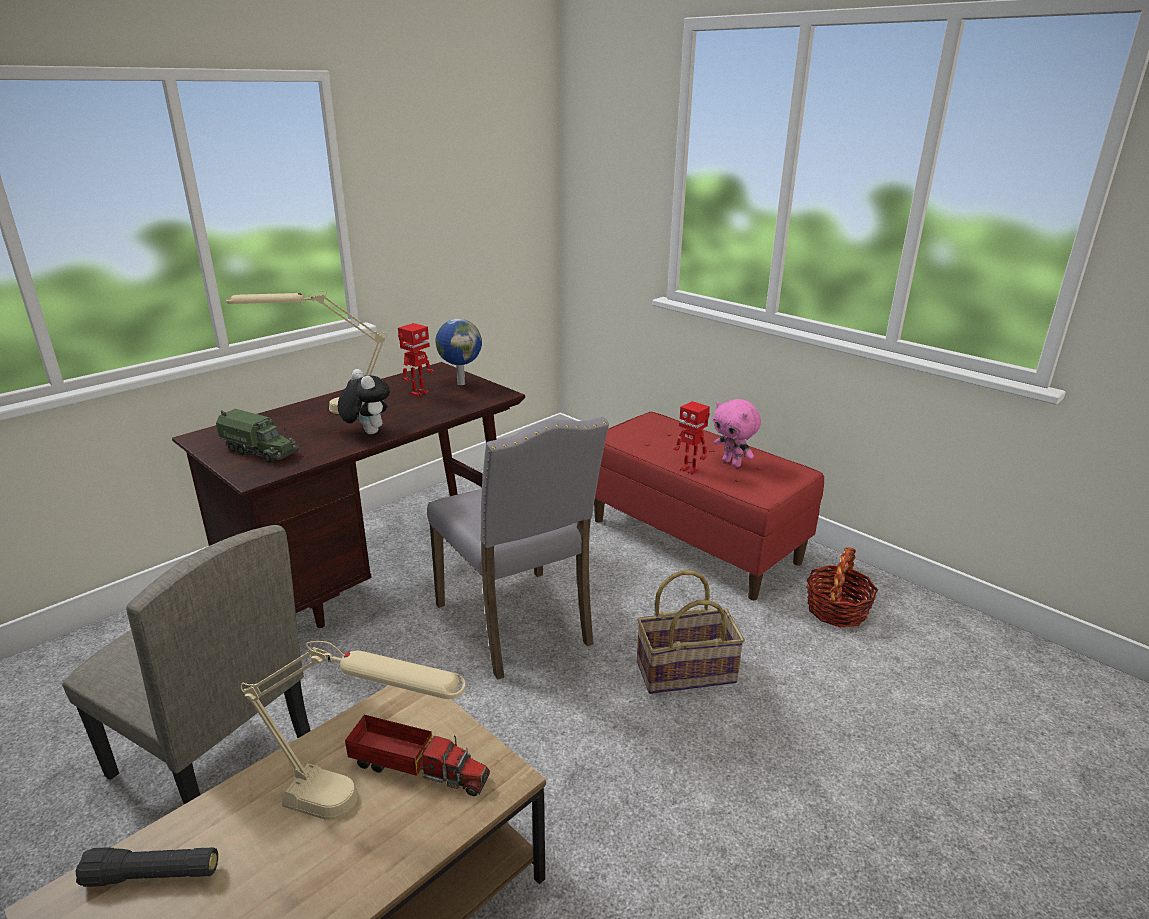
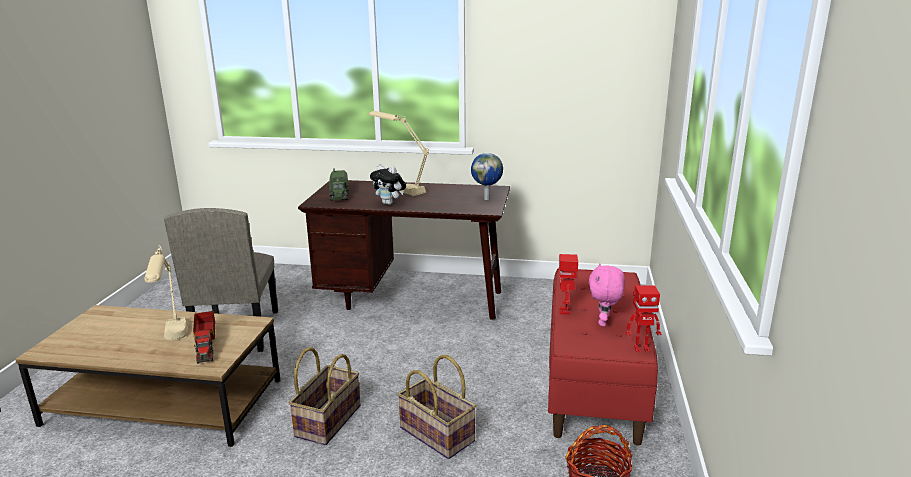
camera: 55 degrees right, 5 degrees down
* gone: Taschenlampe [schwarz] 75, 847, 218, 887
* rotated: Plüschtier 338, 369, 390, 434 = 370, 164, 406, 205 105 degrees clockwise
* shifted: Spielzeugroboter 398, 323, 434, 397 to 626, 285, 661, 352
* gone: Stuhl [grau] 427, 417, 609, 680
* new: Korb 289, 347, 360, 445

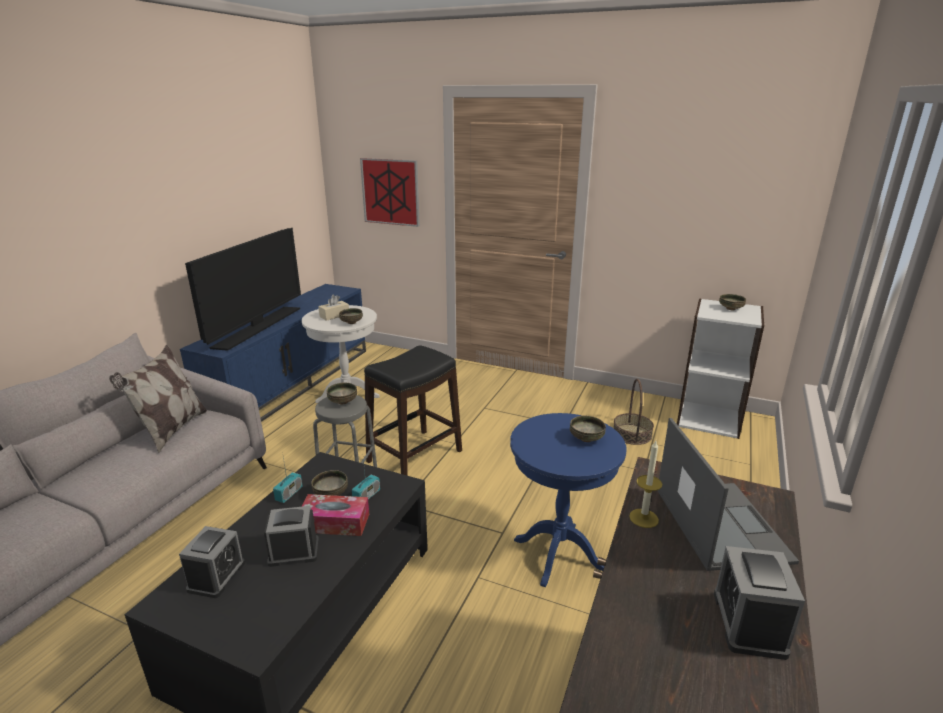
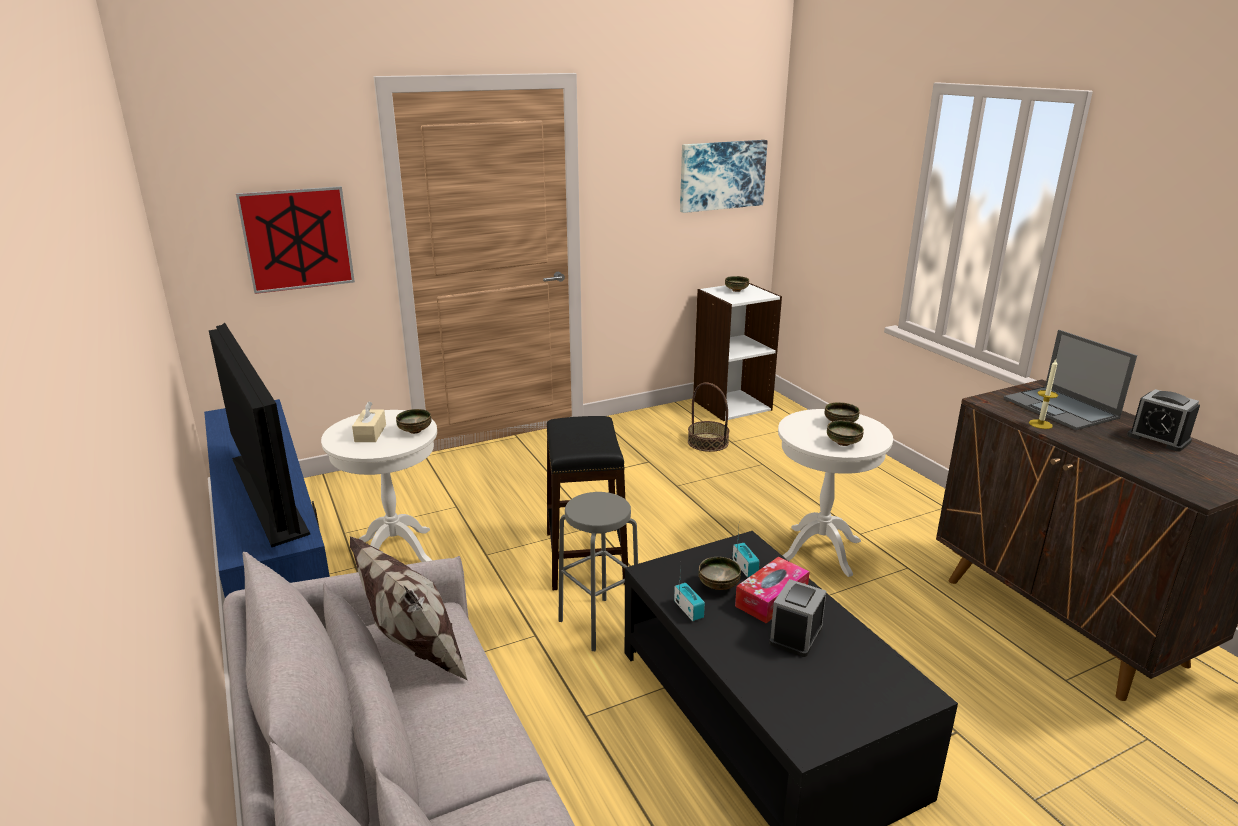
camera: 50 degrees left, 0 degrees up
* gone: Wecker 179, 526, 245, 598
* shifted: Schüssel 327, 383, 357, 405 to 827, 420, 864, 446
* repainted: Beistelltisch [blau] 510, 413, 626, 587 to Beistelltisch [weiß] 778, 409, 893, 577
* rotated: Laptop 657, 418, 799, 571 = 1004, 330, 1137, 430 150 degrees counterclockwise
* new: Bild 680, 140, 768, 213

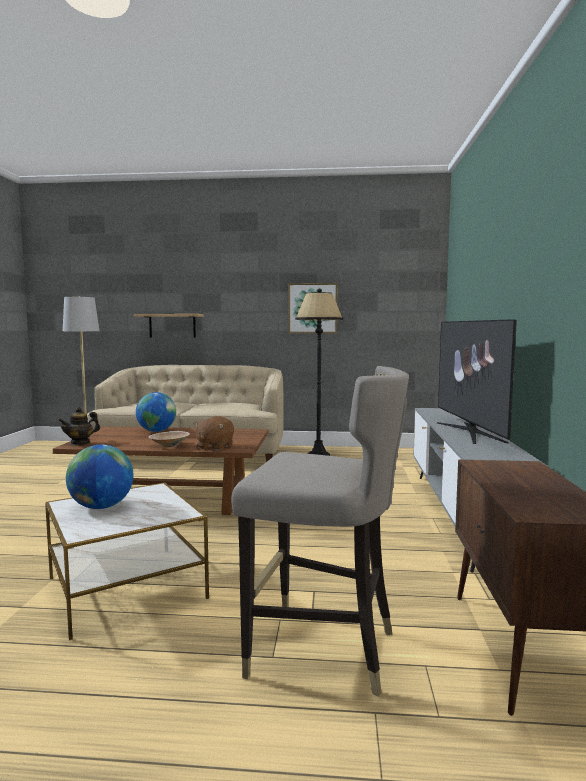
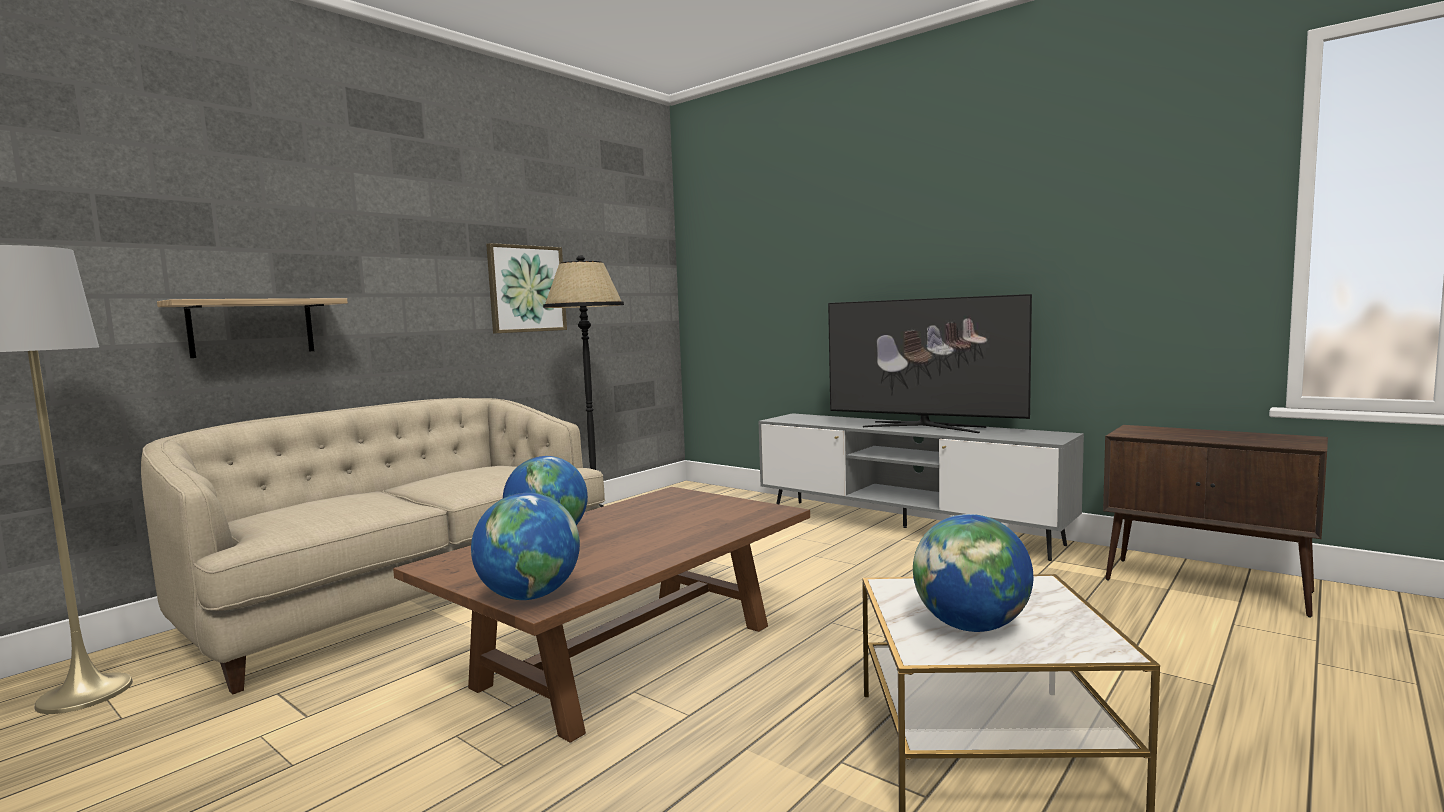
camera: 55 degrees left, 0 degrees up
* swapped: Teekanne 58, 407, 100, 445 to Globus 471, 493, 580, 600
* gone: Schüssel [beige] 149, 431, 190, 447
* gone: Plüschtier [braun] 193, 416, 234, 450
* gone: Hocker [grau] 231, 366, 409, 697

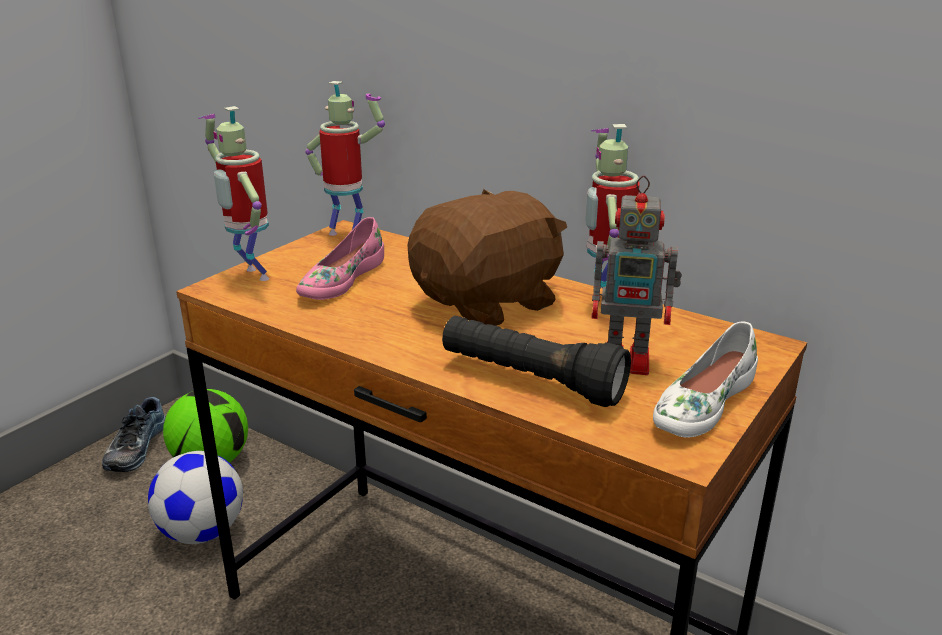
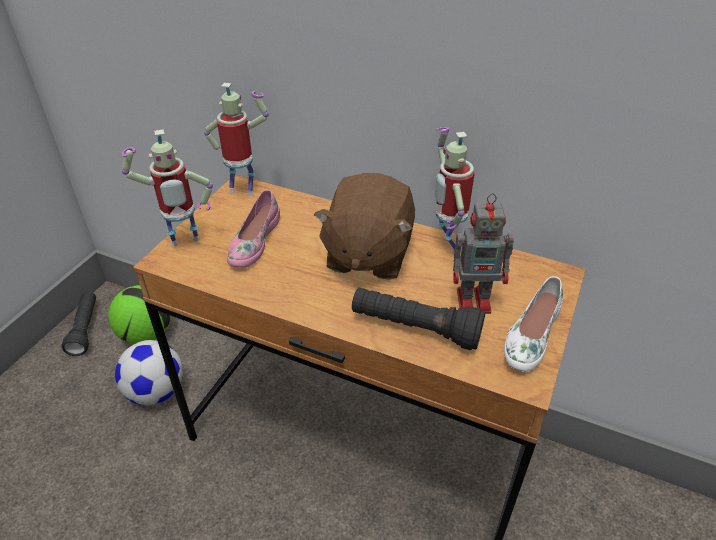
camera: 10 degrees left, 15 degrees up
* swapped: Schuh 102, 397, 166, 472 to Taschenlampe [schwarz] 61, 292, 96, 356
* rotated: Spielzeugroboter 198, 106, 269, 281 = 122, 129, 213, 246 60 degrees counterclockwise
* rotated: Plüschtier [braun] 408, 189, 567, 326 = 314, 173, 415, 280 150 degrees clockwise

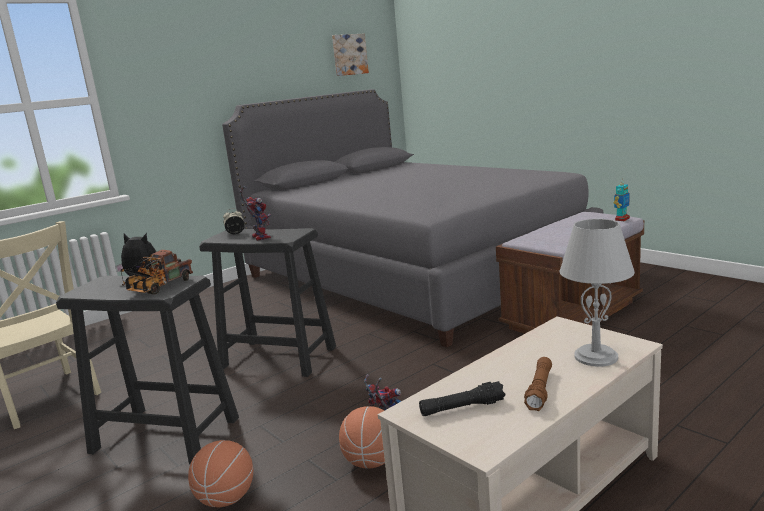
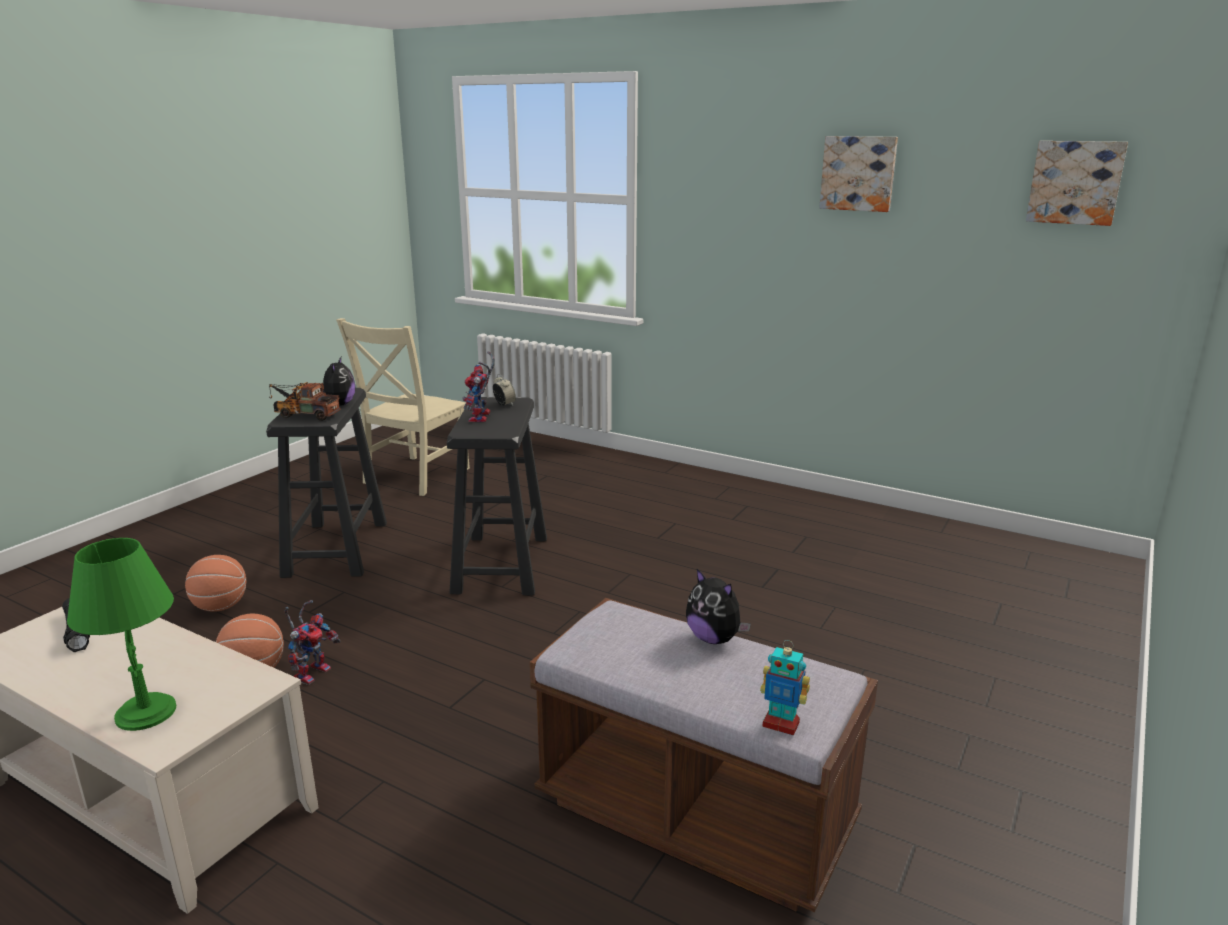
camera: 70 degrees right, 5 degrees up
* gone: Bett [grau] 222, 89, 604, 347
* rotated: Spielzeugroboter 240, 186, 271, 241 = 462, 351, 494, 422 135 degrees clockwise
* gone: Taschenlampe [braun] 524, 357, 552, 411
* repainted: Tischlampe [grau] 559, 219, 635, 367 to Tischlampe [grün] 67, 538, 176, 731
* new: Plüschtier 686, 569, 751, 644
* new: Bild 819, 136, 898, 212

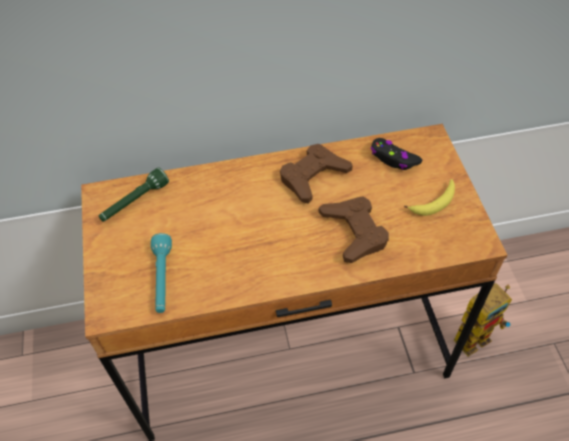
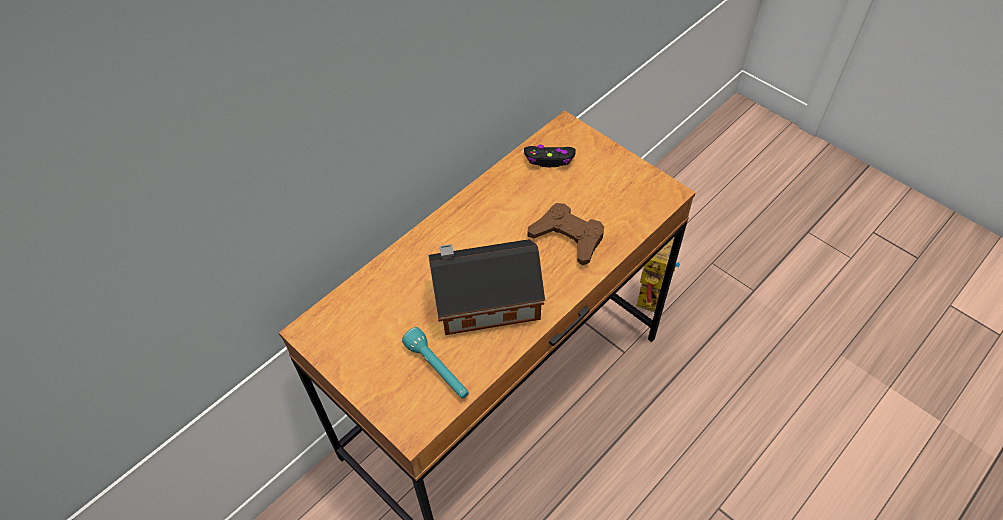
camera: 35 degrees left, 0 degrees up
* gone: Taschenlampe [grün] 99, 168, 169, 222
* gone: Gamepad [braun] 280, 144, 353, 204
* gone: Banane 404, 179, 455, 216
* new: Spielzeughaus 428, 239, 545, 335

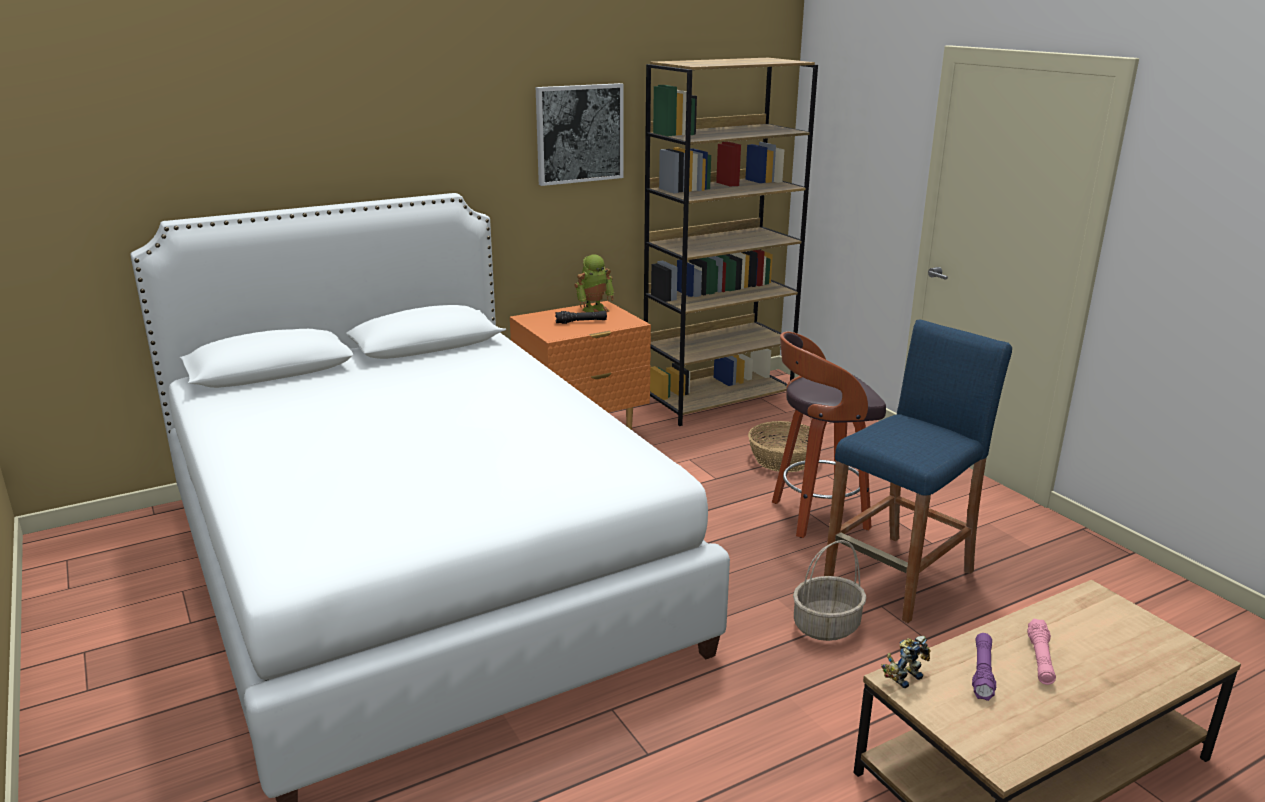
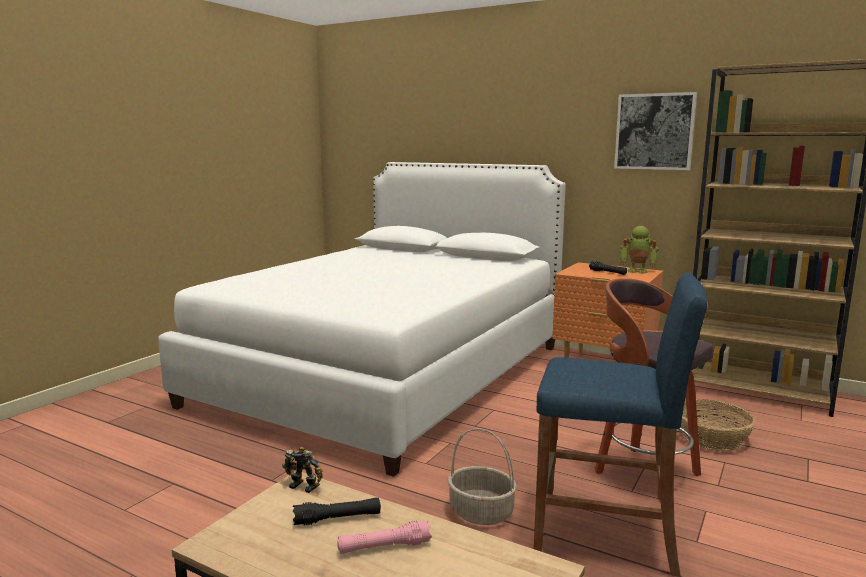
camera: 60 degrees right, 10 degrees down
* repainted: Taschenlampe [lila] 972, 633, 996, 701 to Taschenlampe [schwarz] 293, 498, 381, 525

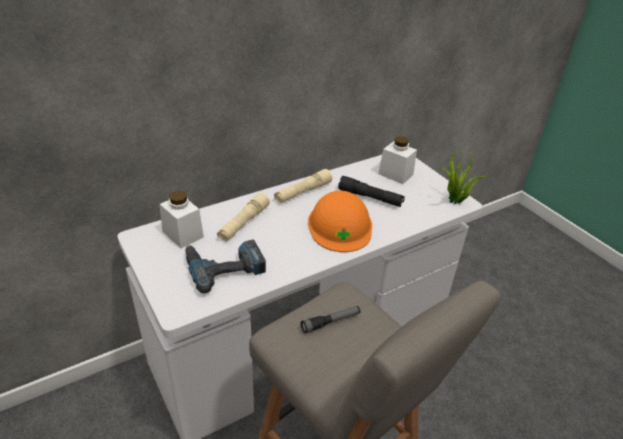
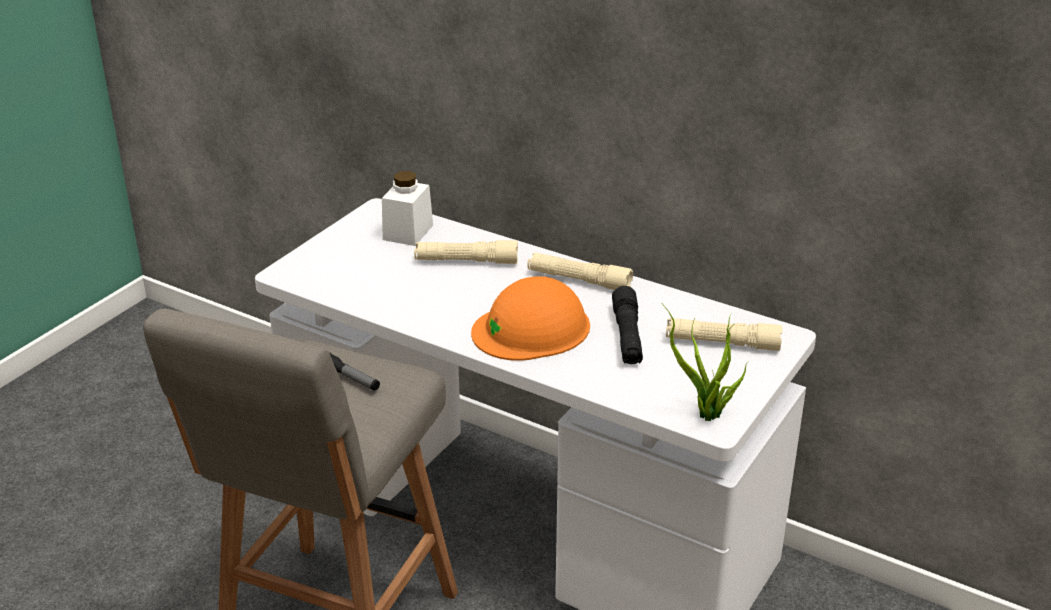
camera: 65 degrees right, 5 degrees down
* gone: Bohrmaschine 185, 240, 266, 293
* swapped: Vorratsglas [weiß] 378, 136, 417, 184 to Taschenlampe [beige] 666, 318, 782, 351

